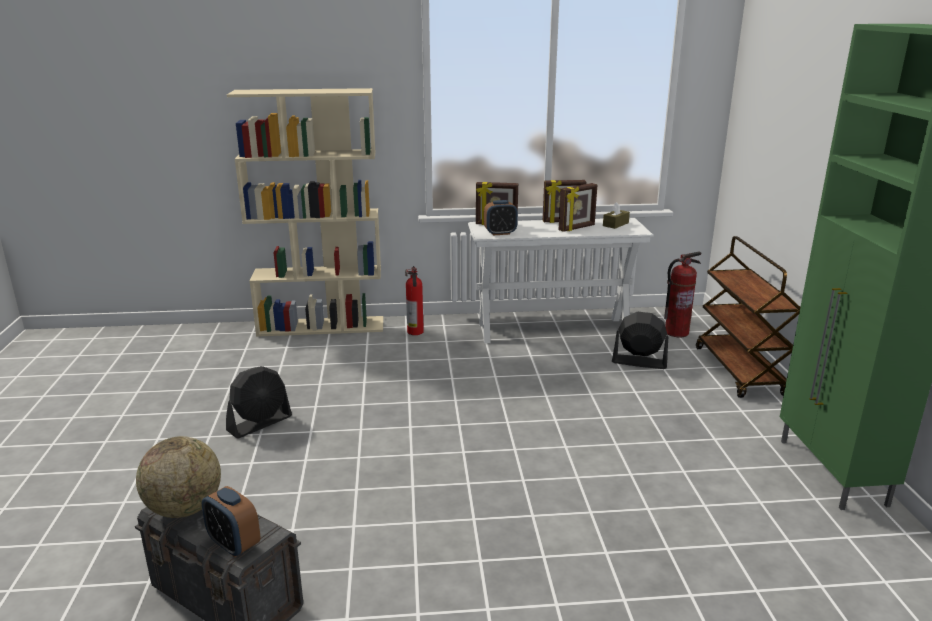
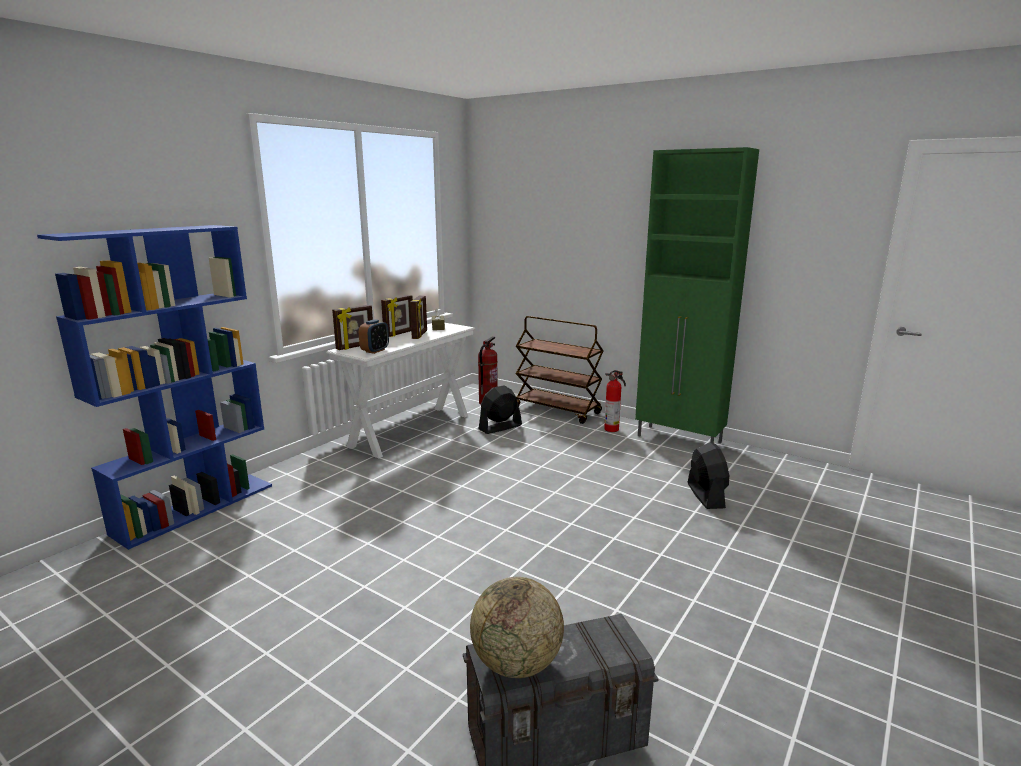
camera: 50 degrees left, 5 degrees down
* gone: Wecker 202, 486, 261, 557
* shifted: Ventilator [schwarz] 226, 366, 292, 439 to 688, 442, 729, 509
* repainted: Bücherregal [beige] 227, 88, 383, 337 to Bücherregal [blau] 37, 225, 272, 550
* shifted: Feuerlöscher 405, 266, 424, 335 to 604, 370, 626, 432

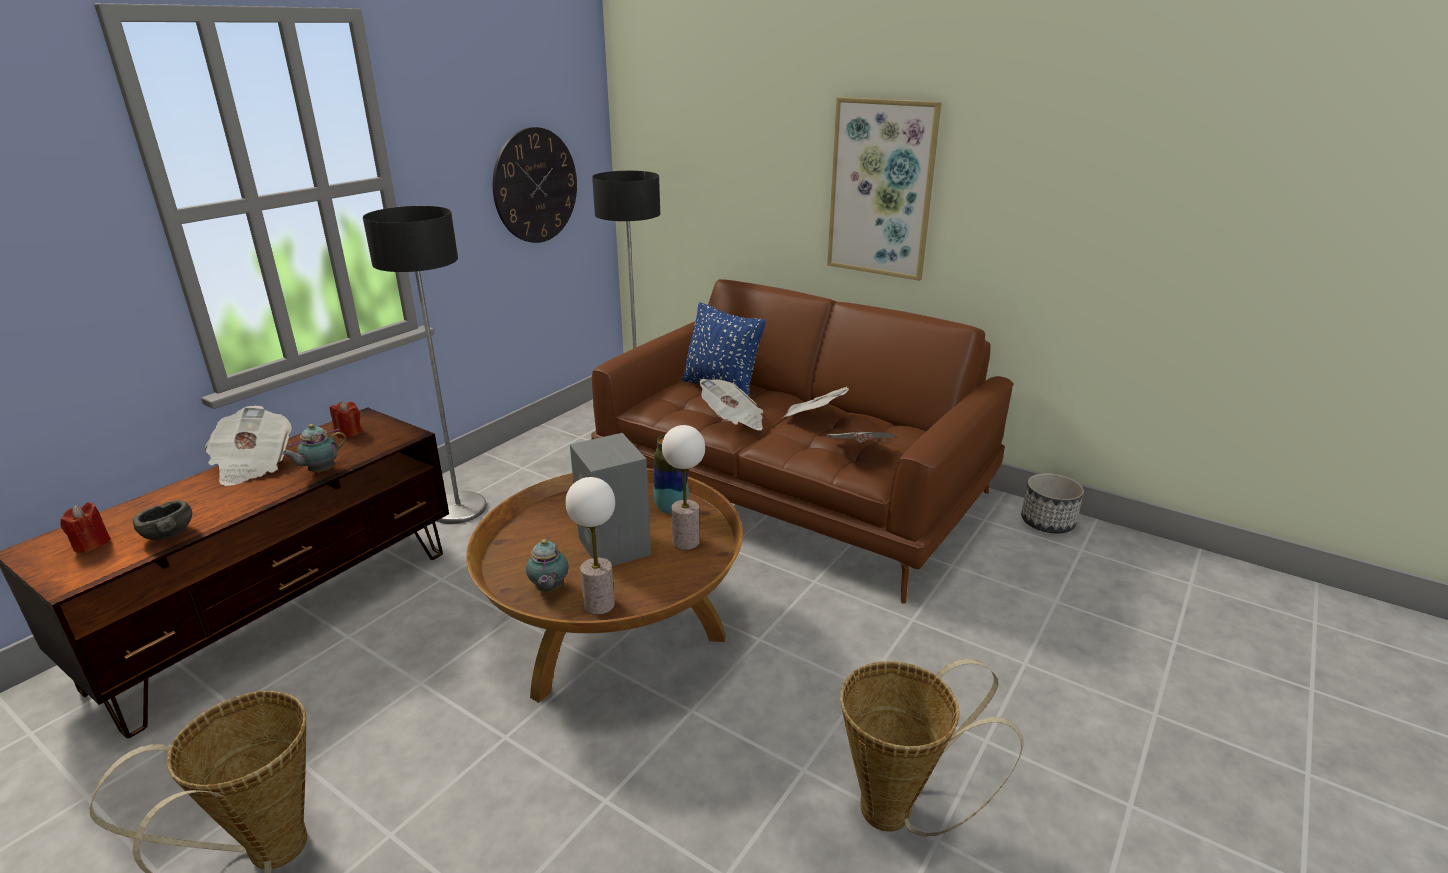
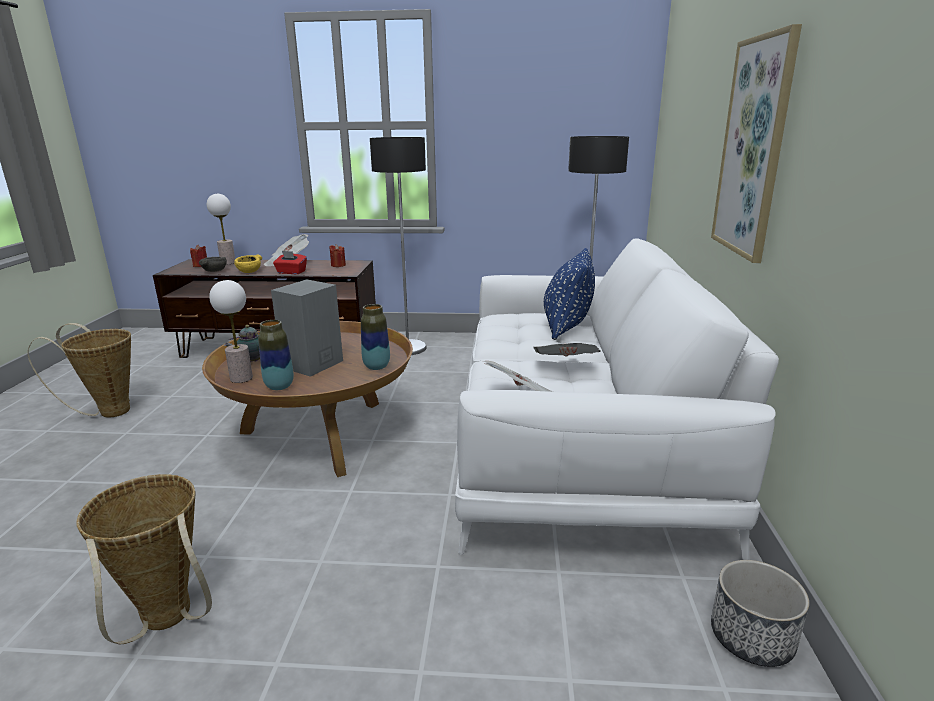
camera: 60 degrees right, 5 degrees down
* swapped: Teekanne 282, 424, 346, 473 to Taschentuchbox [rot] 273, 251, 307, 274
* gone: Wanduhr 493, 127, 577, 243
* repainted: Sofa [braun] 591, 279, 1013, 604 to Sofa [weiß] 455, 238, 779, 560
* shifted: Tischlampe 662, 425, 705, 550 to 207, 194, 235, 265
* gone: Zeitung 700, 379, 763, 431
* new: Schüssel [gelb] 234, 254, 262, 273
* new: Vase 258, 320, 294, 390

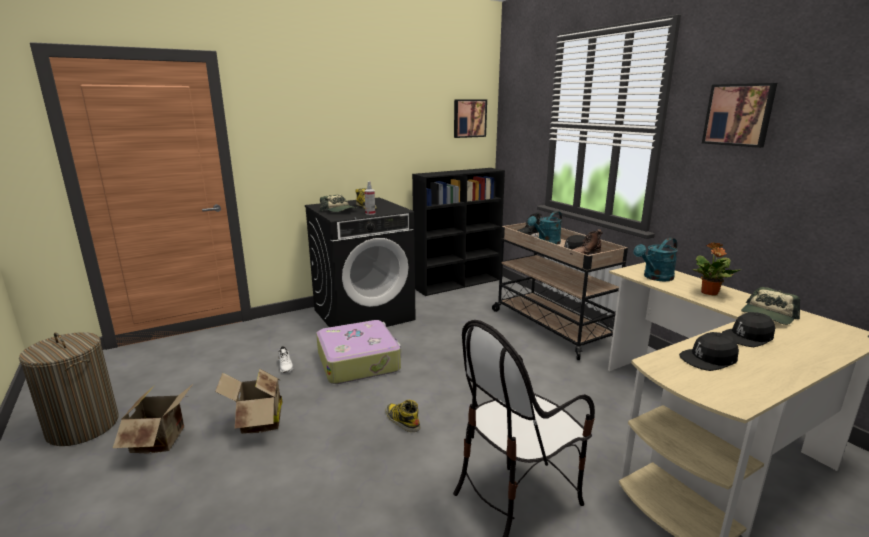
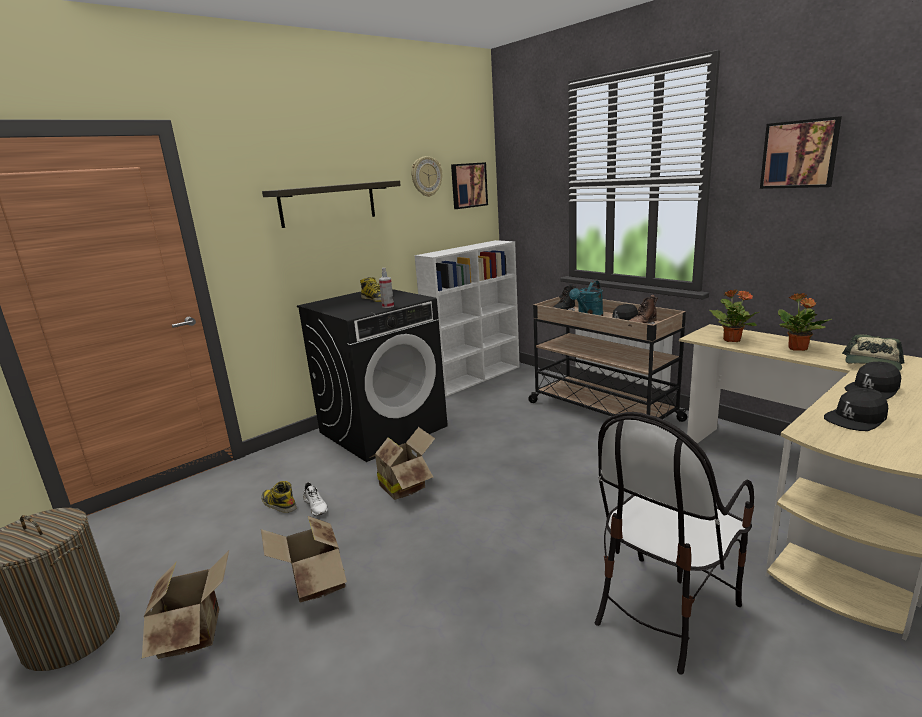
camera: 10 degrees left, 0 degrees up
* swapped: Koffer 316, 320, 401, 384 to Karton 370, 427, 435, 500
* gone: Kappe 320, 195, 358, 212
* shifted: Stiefel 386, 400, 420, 432 to 261, 481, 297, 513
* repainted: Bücherregal [schwarz] 412, 168, 505, 296 to Bücherregal [weiß] 415, 240, 520, 397
* swapped: Gießkanne [türkis] 633, 238, 678, 281 to Topfpflanze 709, 289, 759, 342
* new: Wandregal 262, 181, 401, 228
* new: Wanduhr 411, 156, 442, 197

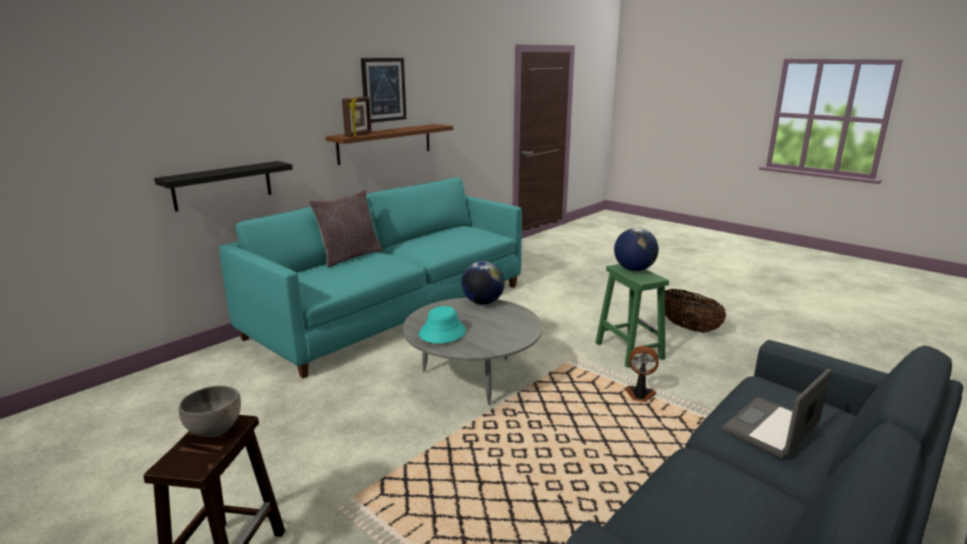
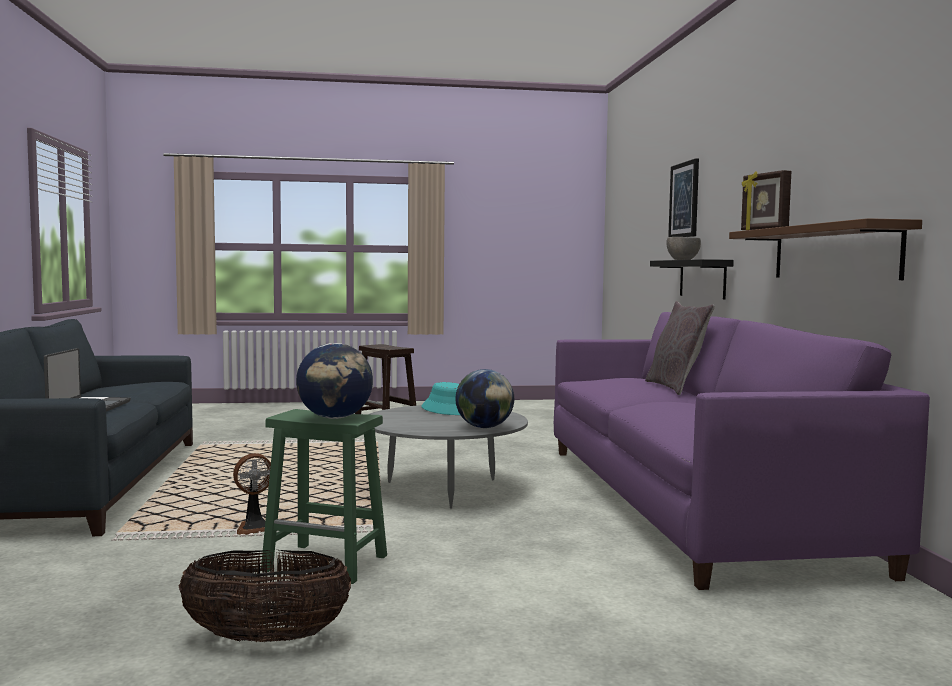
camera: 130 degrees right, 15 degrees down
* shifted: Schüssel [grau] 179, 386, 241, 437 to 666, 237, 701, 260
* repainted: Sofa [türkis] 219, 178, 522, 378 to Sofa [lila] 554, 312, 930, 590
* shifted: Bild 361, 58, 406, 123 to 668, 158, 699, 237

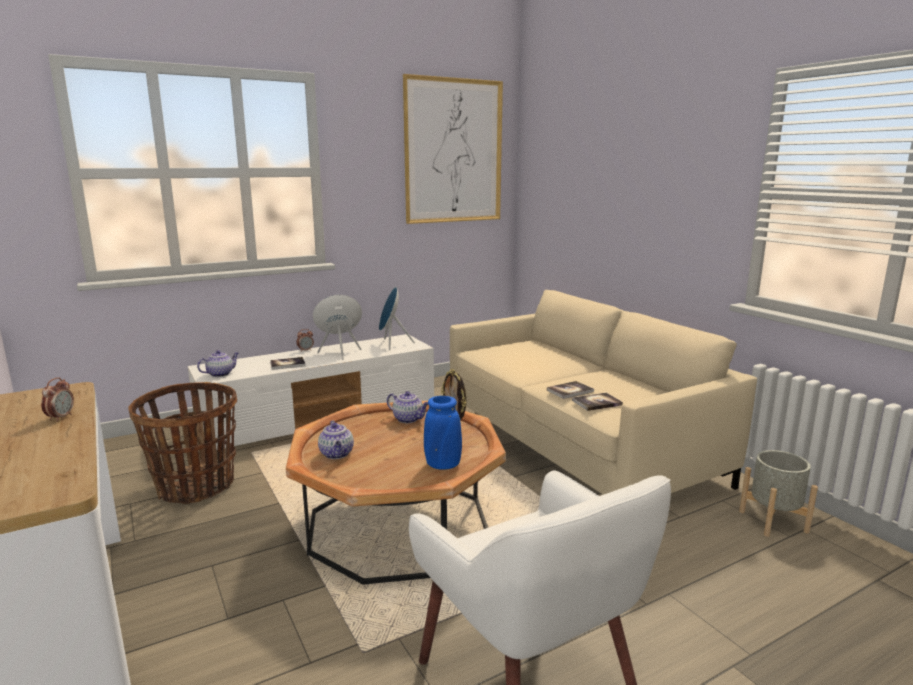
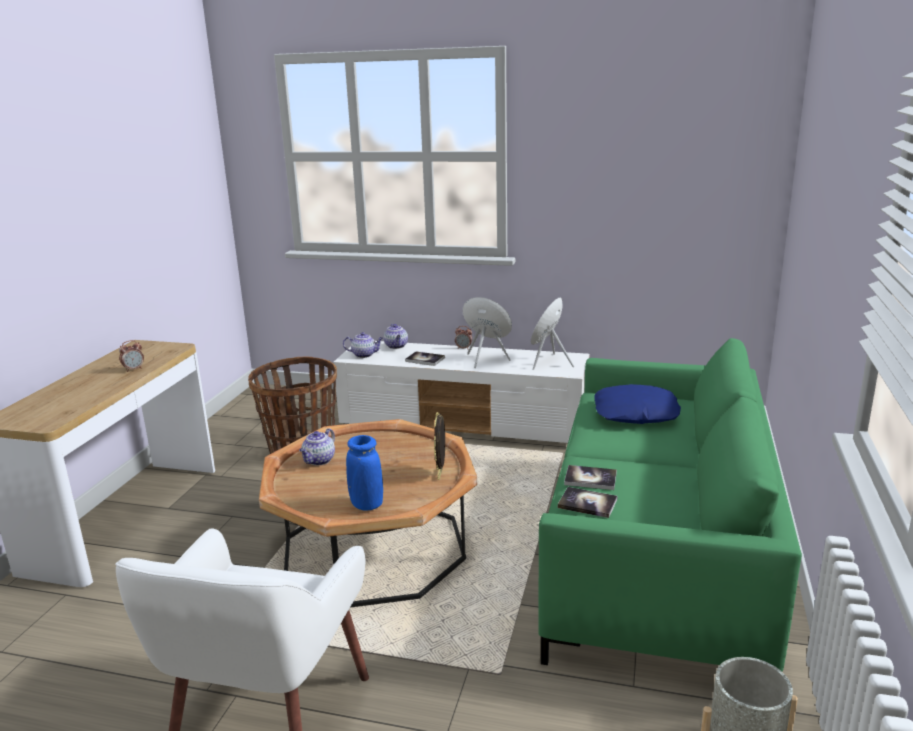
camera: 45 degrees right, 5 degrees up
* shifted: Teekanne 387, 391, 428, 423 to 384, 324, 408, 349
* gone: Bild 403, 74, 503, 224
* repainted: Sofa [beige] 450, 290, 757, 495 to Sofa [grün] 538, 338, 802, 671
* new: Kissen [blau] 594, 384, 681, 424

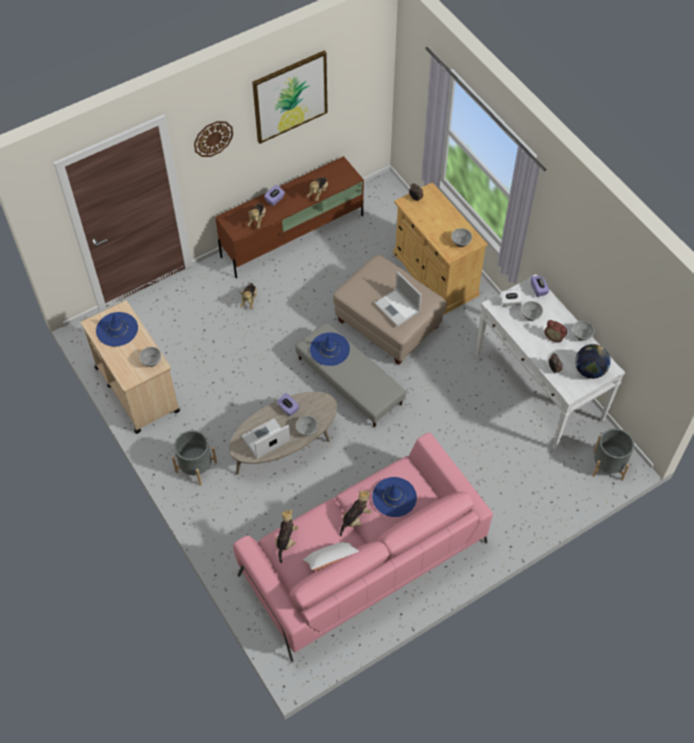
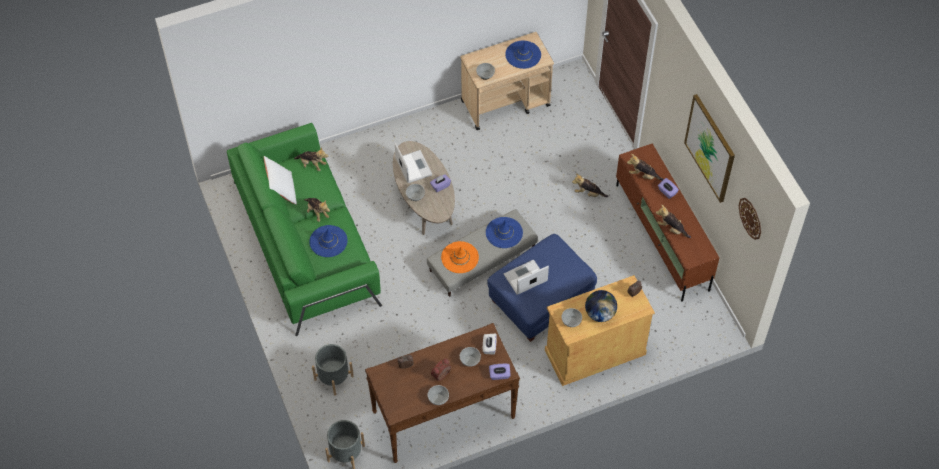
camera: 100 degrees right, 0 degrees up
* shifted: Pflanzkübel [grau] 172, 430, 217, 486 to 312, 344, 354, 396
* shifted: Wanduhr 194, 121, 233, 157 to 739, 198, 761, 240
* repainted: Sofa [rosa] 233, 433, 493, 662 to Sofa [grün] 227, 123, 382, 336
* repainted: Polsterhocker [beige] 333, 255, 447, 365 to Polsterhocker [blau] 487, 234, 597, 342
* repainted: Konsolentisch [weiß] 475, 274, 625, 450 to Konsolentisch [braun] 365, 323, 520, 463
* shifted: Globus 575, 344, 611, 379 to 585, 290, 617, 322
* new: Hut [orange] 441, 241, 479, 273

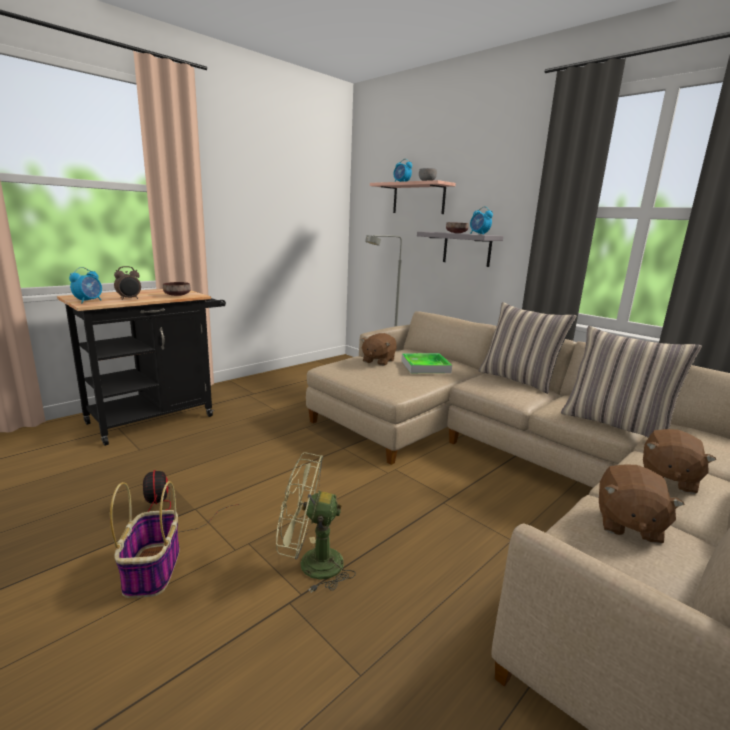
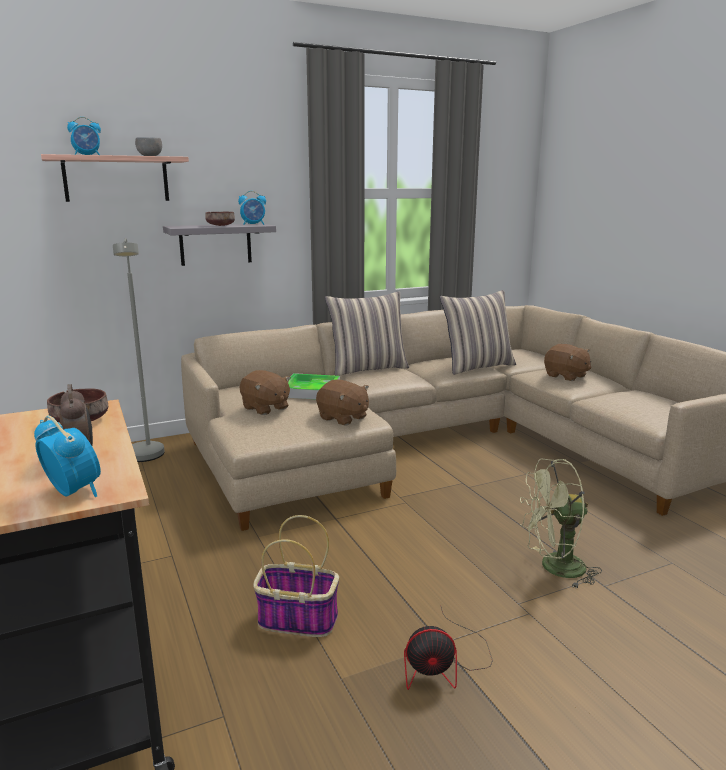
camera: 70 degrees left, 0 degrees up
* shifted: Korb 110, 481, 180, 598 to 253, 515, 339, 637
* rotated: Ventilator [grün] 276, 452, 356, 592 = 520, 458, 602, 588 60 degrees clockwise
* shifted: Plüschtier [braun] 599, 464, 685, 544 to 316, 379, 369, 426

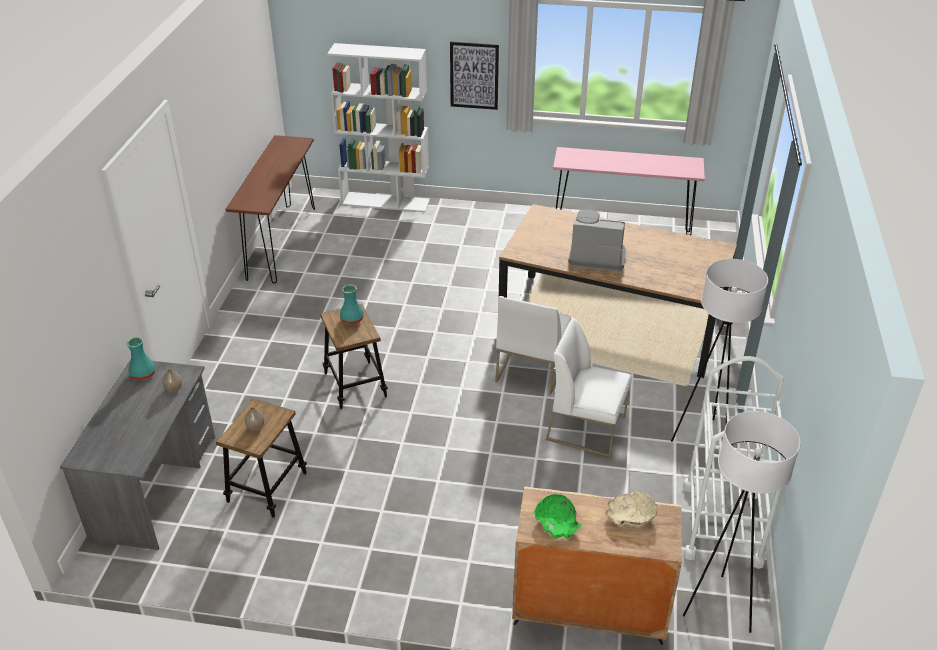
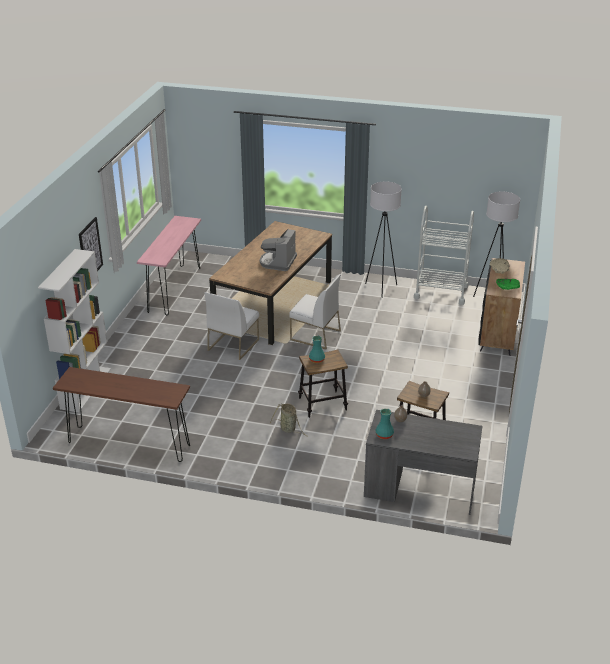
camera: 85 degrees left, 5 degrees down
* repainted: Schrank [beige] 512, 486, 682, 645 to Schrank [schwarz] 478, 258, 525, 356
* shifted: Stuhl [weiß] 546, 317, 632, 457 to 204, 292, 259, 360
* new: Korb 270, 404, 308, 437

